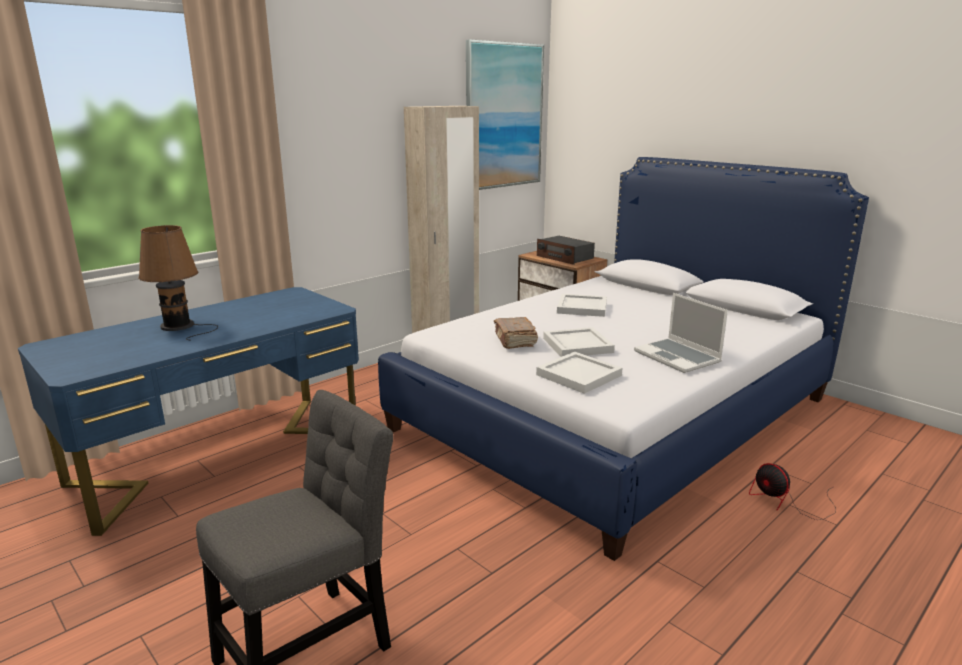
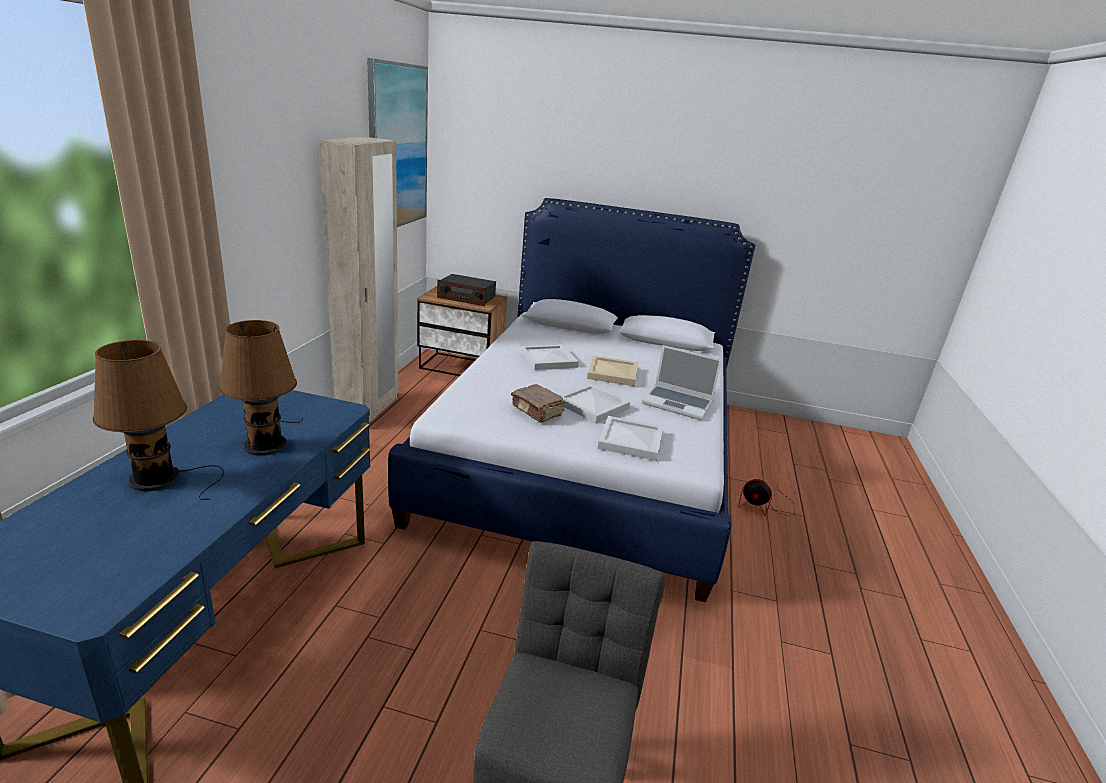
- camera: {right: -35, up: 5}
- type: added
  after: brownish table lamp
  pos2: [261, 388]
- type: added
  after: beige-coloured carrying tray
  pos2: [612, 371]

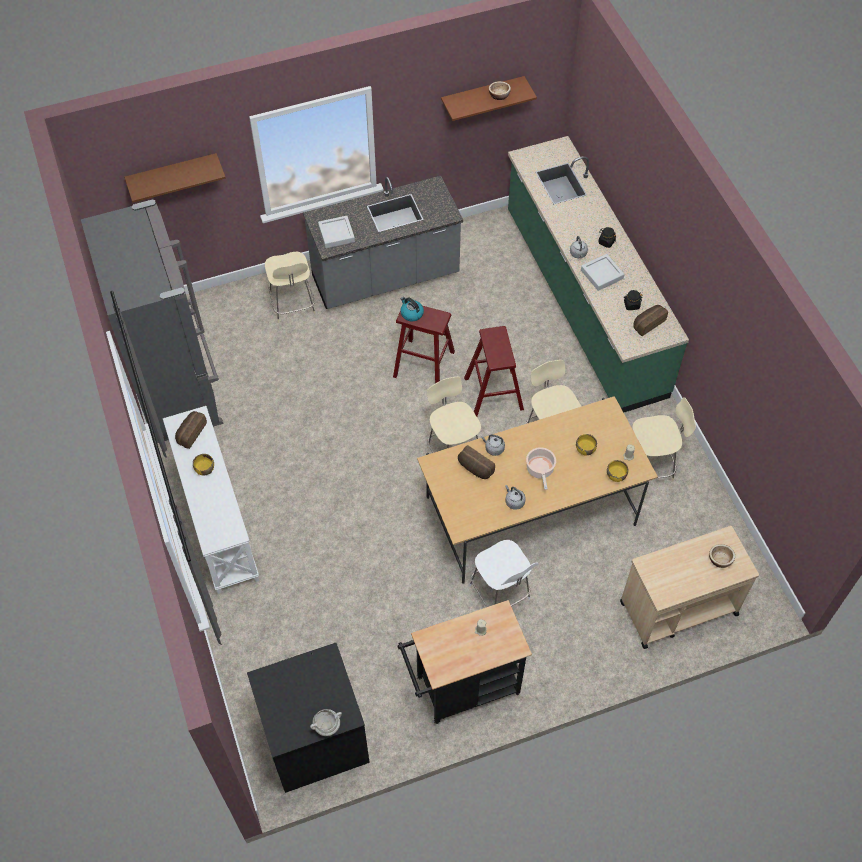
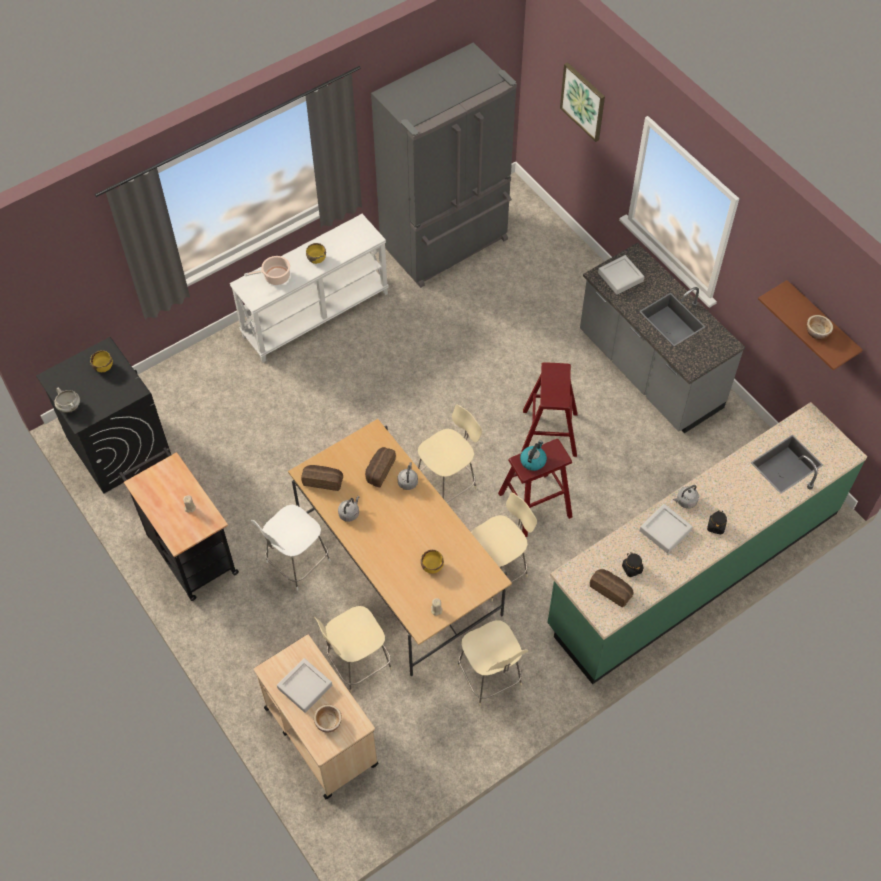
- camera: {right: 75, up: 0}
- type: replaced
  before: brownish shelf
  after: wall art
  pos1: [175, 178]
  pos2: [582, 102]
- type: moved
  before: bread
  pos1: [191, 430]
  pos2: [322, 478]
- type: moved
  before: beige-coloured plain chair
  pos1: [290, 287]
  pos2: [353, 649]
- type: moved
  before: kettle
  pos1: [412, 309]
  pos2: [533, 456]
- type: moved
  before: saucepot
  pos1: [541, 468]
  pos2: [267, 270]
- type: moved
  before: yellowish bowl
  pos1: [617, 471]
  pos2: [101, 361]
- type: added
  after: greyish carrying tray
  pos2: [304, 685]

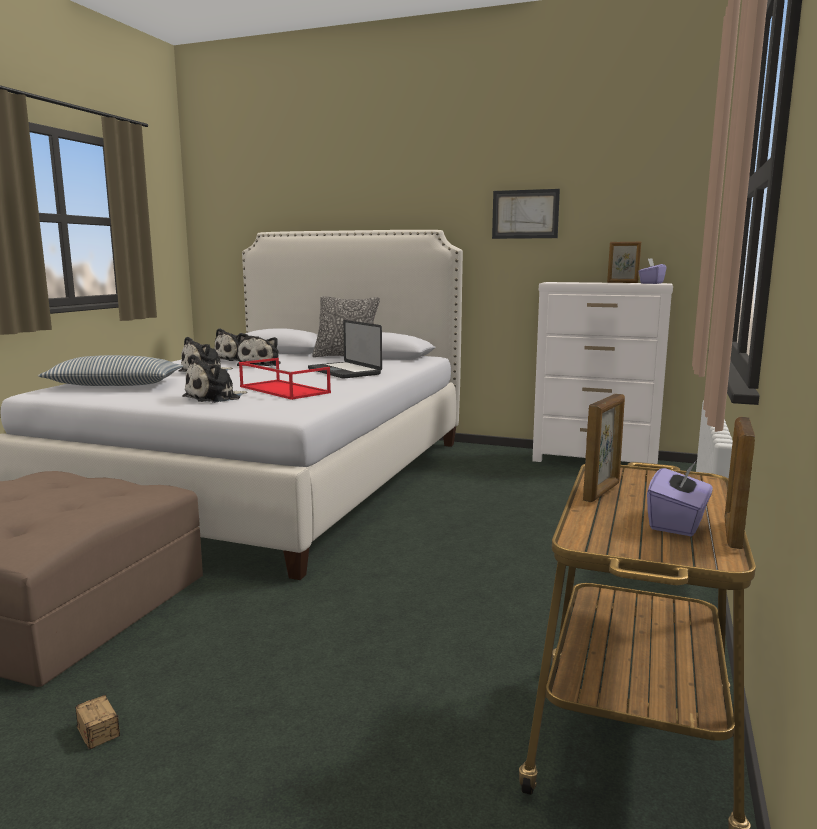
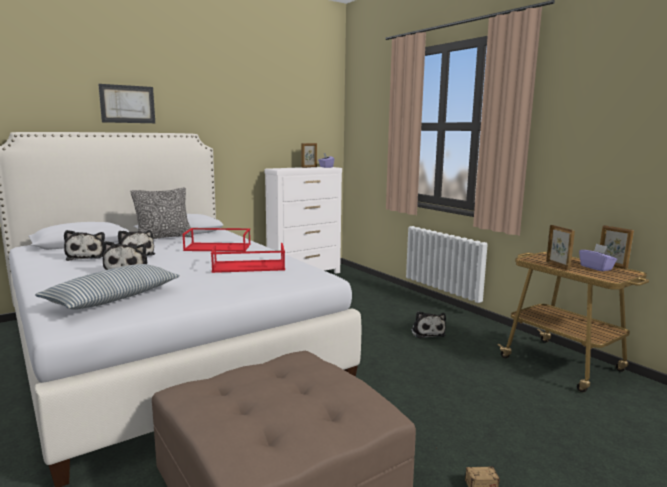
- camera: {right: -55, up: 0}
- type: moved
  before: cuddly toy
  pos1: [215, 378]
  pos2: [428, 324]
- type: replaced
  before: portable computer
  after: red-coloured carrying tray
  pos1: [345, 349]
  pos2: [217, 240]
- type: moved
  before: wall art
  pos1: [526, 214]
  pos2: [126, 103]

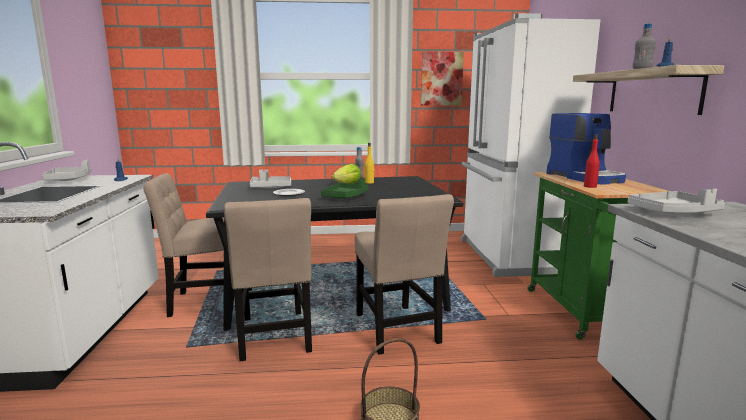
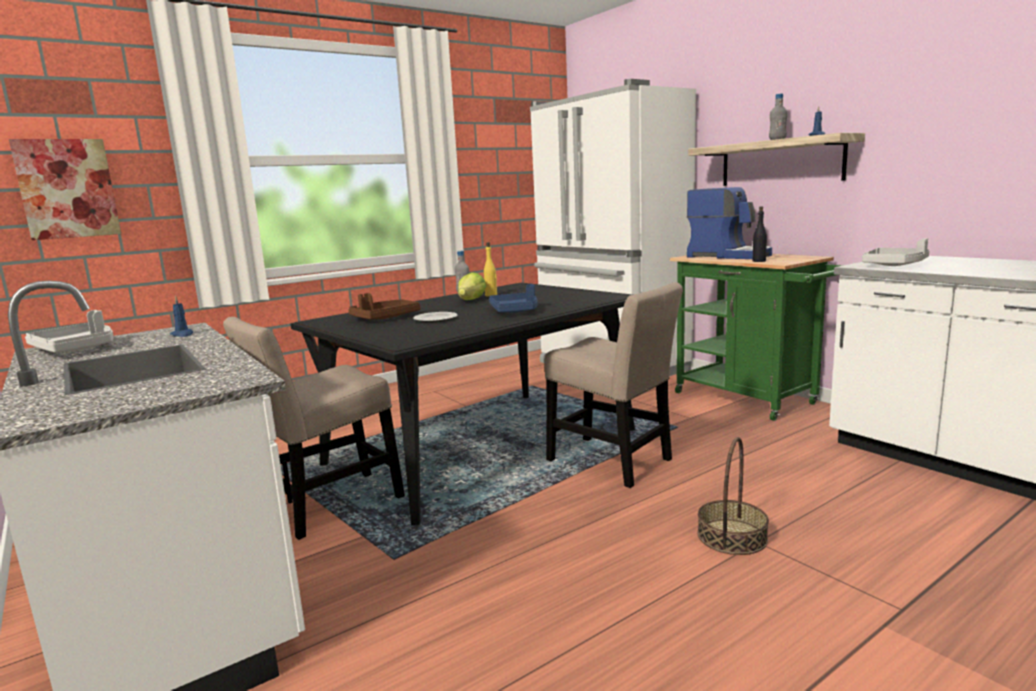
- camera: {right: -30, up: 0}
- type: removed
  before: beige-coloured plain chair
  pos1: [268, 279]
- type: recoloured
  before: greyish carrying tray
  after: brownish carrying tray
  pos1: [270, 178]
  pos2: [384, 306]
- type: recoloured
  before: greenish carrying tray
  after: blue-coloured carrying tray
  pos1: [344, 188]
  pos2: [513, 298]
- type: moved
  before: wall art
  pos1: [442, 78]
  pos2: [65, 189]
- type: recoloured
  before: red-coloured beverage bottle
  after: black beverage bottle
  pos1: [592, 161]
  pos2: [760, 234]

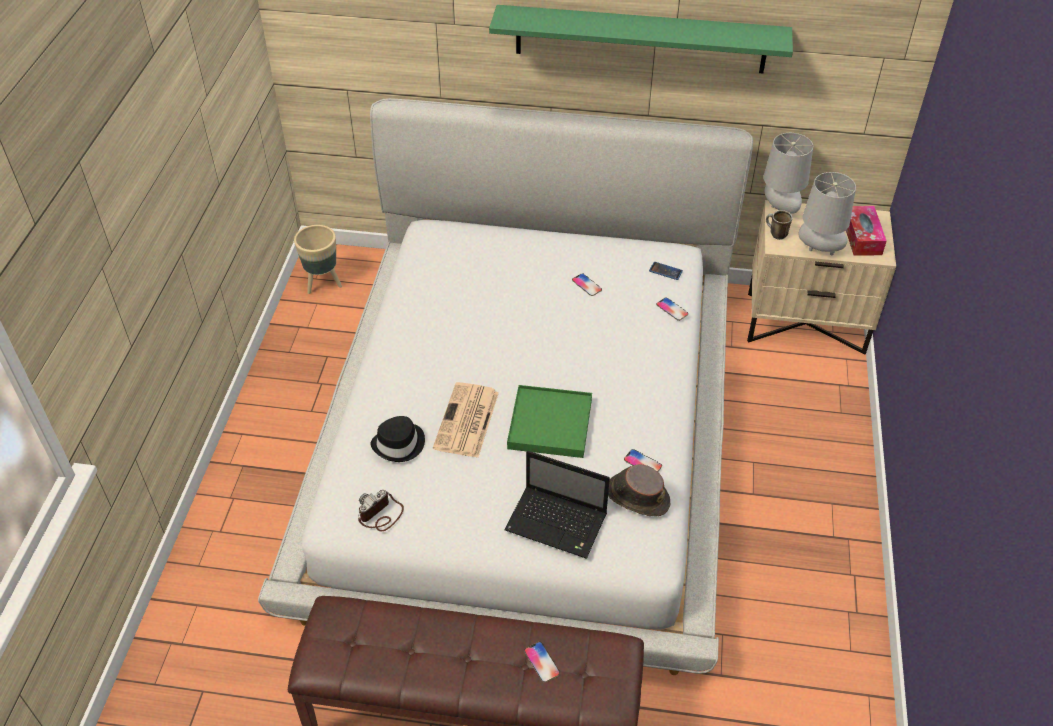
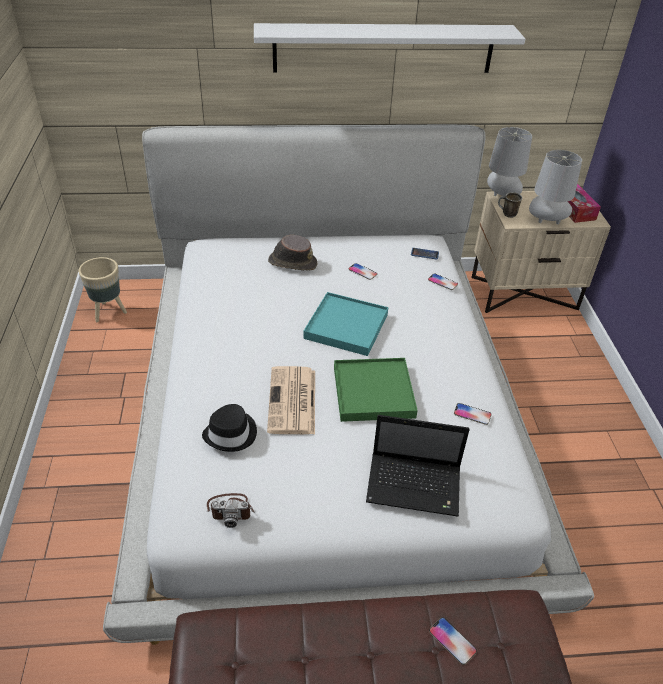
- camera: {right: -15, up: -5}
- type: turned
  before: photo camera
  pos1: [381, 511]
  pos2: [230, 510]
  turn: -120
- type: recoloured
  before: greenish shelf
  after: white-coloured shelf
  pos1: [641, 39]
  pos2: [389, 48]
- type: moved
  before: brownish clothing hat
  pos1: [639, 490]
  pos2: [293, 253]
- type: added
  after: blue-green carrying tray
  pos2: [345, 324]

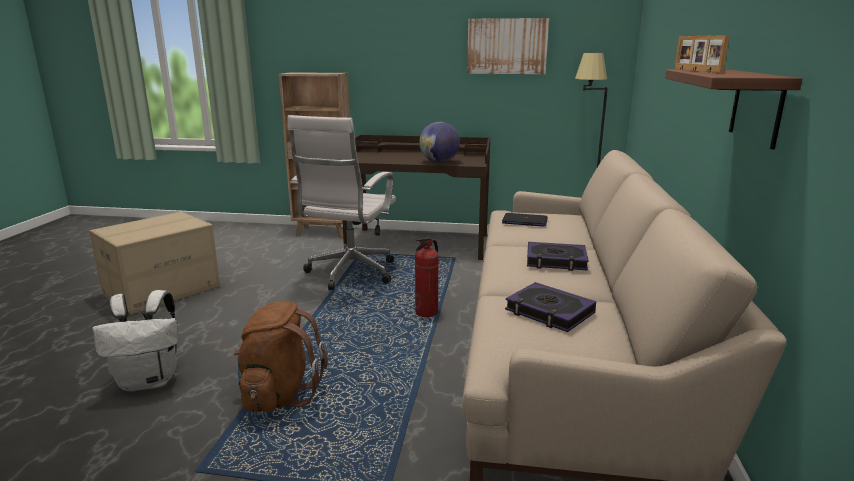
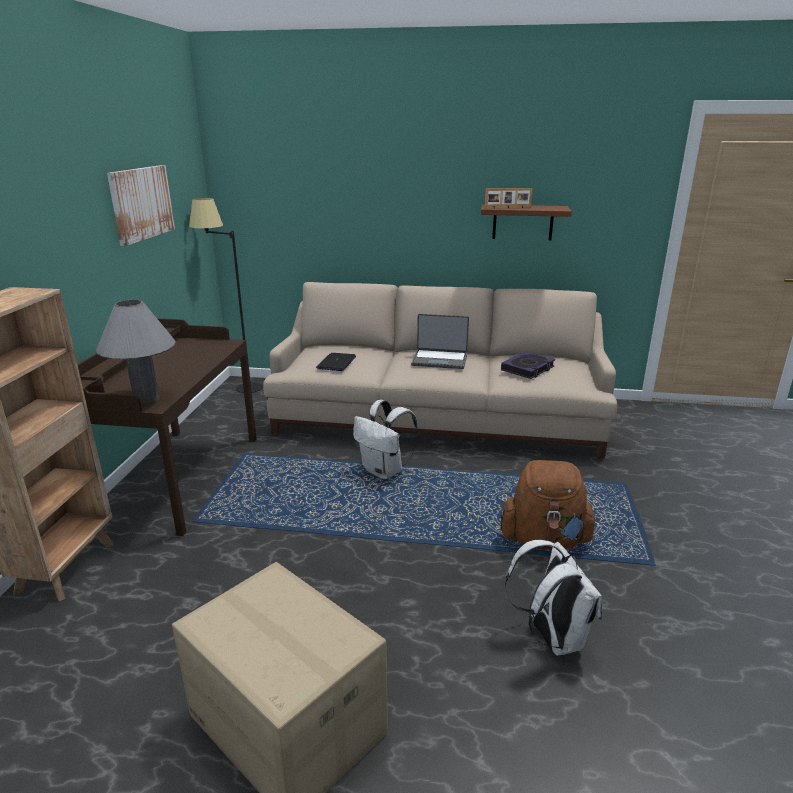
- camera: {right: -90, up: 5}
- type: removed
  before: white-coloured office chair
  pos1: [341, 202]
- type: replaced
  before: extinguisher
  after: white-coloured backpack
  pos1: [427, 277]
  pos2: [386, 439]
- type: removed
  before: globe
  pos1: [439, 142]
- type: replaced
  before: book
  after: portable computer
  pos1: [558, 256]
  pos2: [440, 341]
- type: added
  after: greyish table lamp
  pos2: [136, 352]

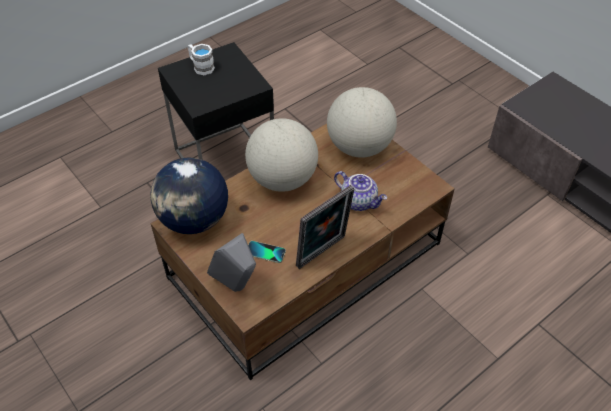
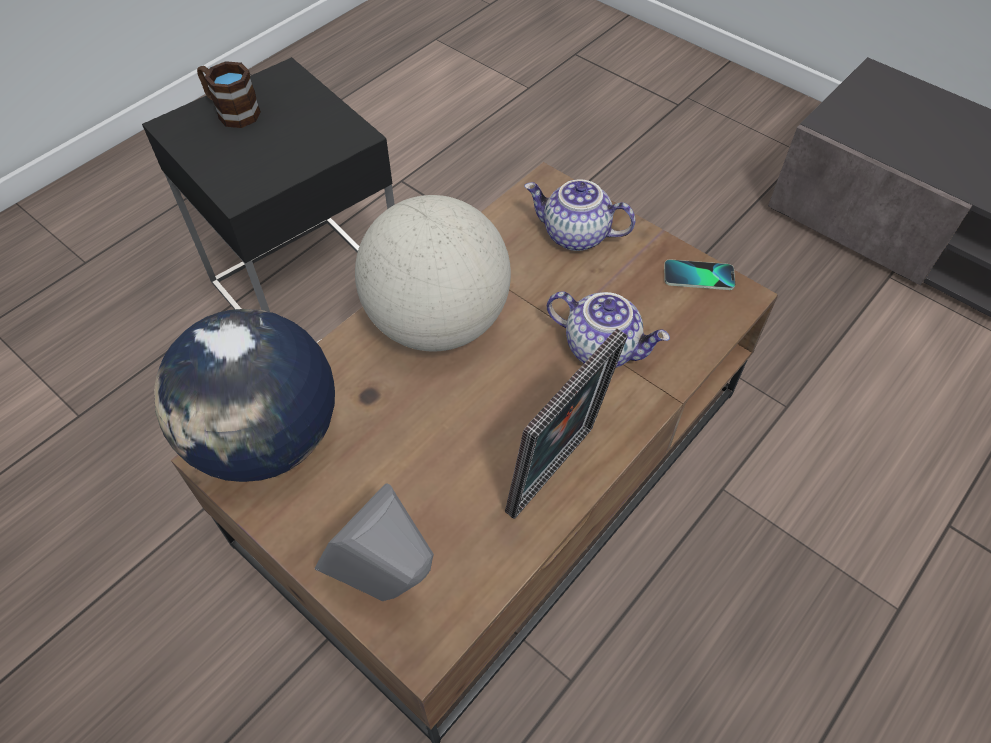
- camera: {right: -10, up: 5}
- type: recoloured
  before: white-coloured tea mug
  after: brownish tea mug
  pos1: [201, 59]
  pos2: [229, 94]
- type: moved
  before: phone
  pos1: [267, 252]
  pos2: [699, 274]
- type: replaced
  before: globe
  after: tea pot
  pos1: [362, 122]
  pos2: [580, 215]

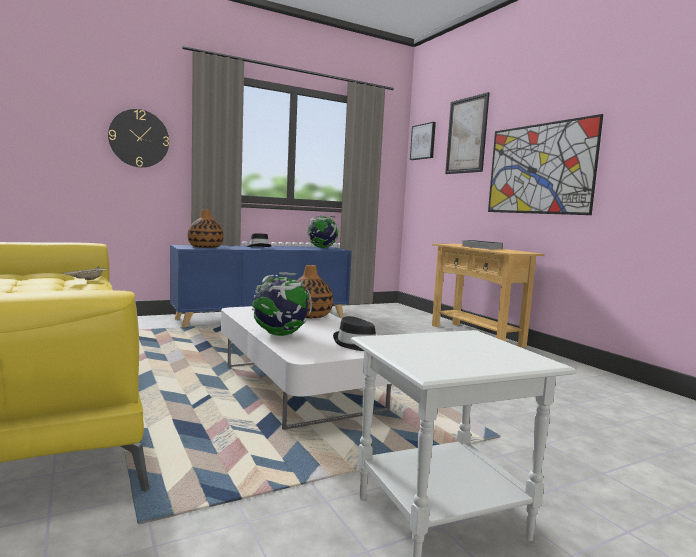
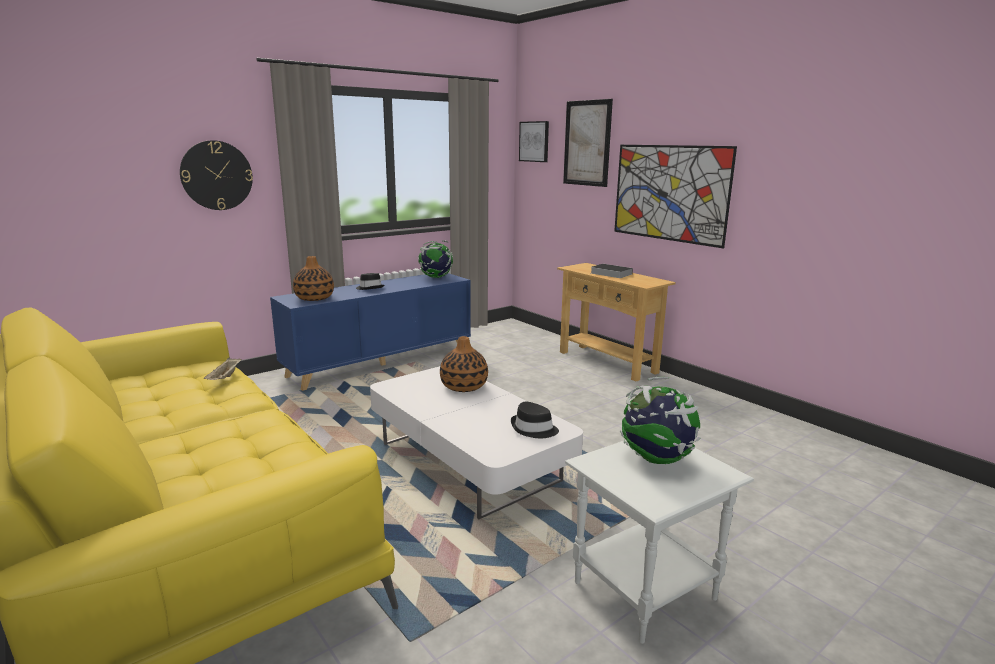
- camera: {right: -10, up: 10}
- type: moved
  before: globe
  pos1: [282, 304]
  pos2: [660, 420]

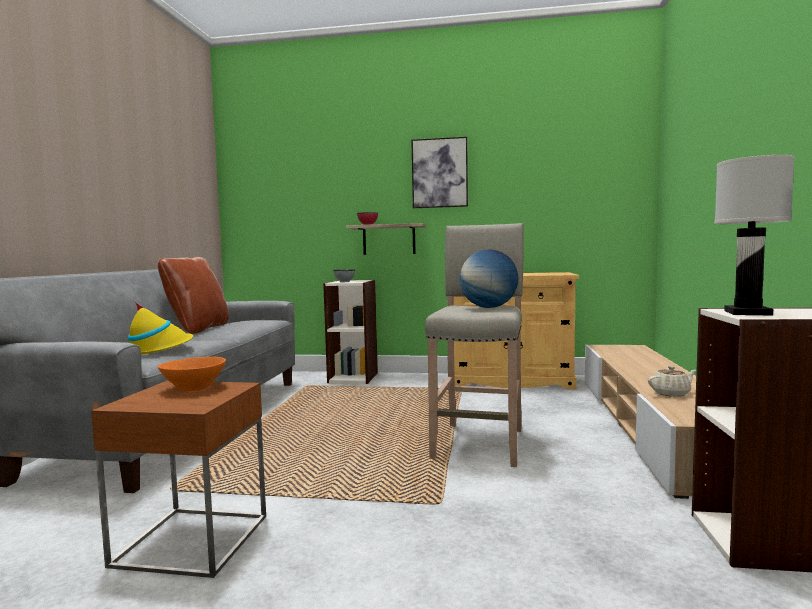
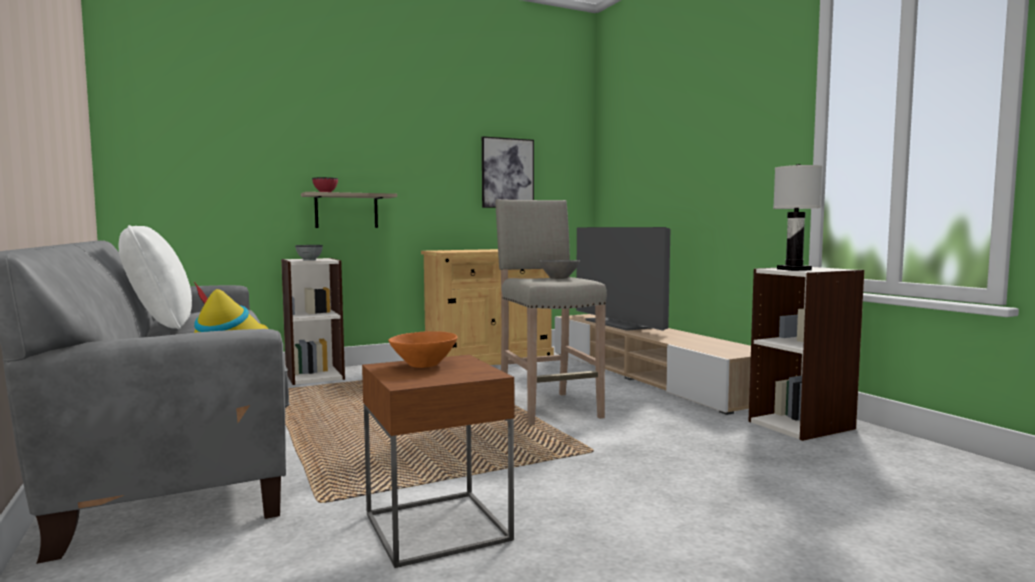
- camera: {right: -35, up: 0}
- type: recoloured
  before: brownish cushion
  after: white-coloured cushion
  pos1: [193, 295]
  pos2: [155, 277]
- type: moved
  before: wall art
  pos1: [439, 172]
  pos2: [508, 172]
- type: replaced
  before: globe
  after: greyish bowl
  pos1: [489, 278]
  pos2: [559, 269]
- type: removed
  before: beige-coloured tea pot
  pos1: [672, 381]
- type: added
  after: TV set
  pos2: [623, 279]

